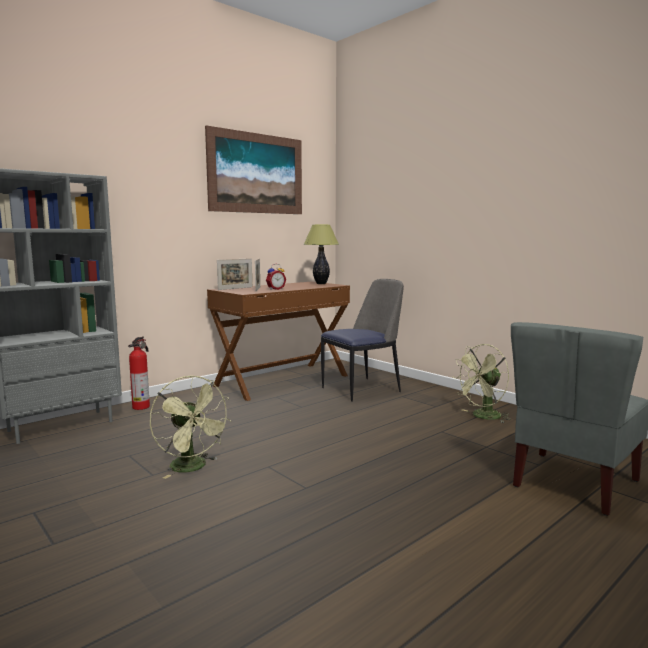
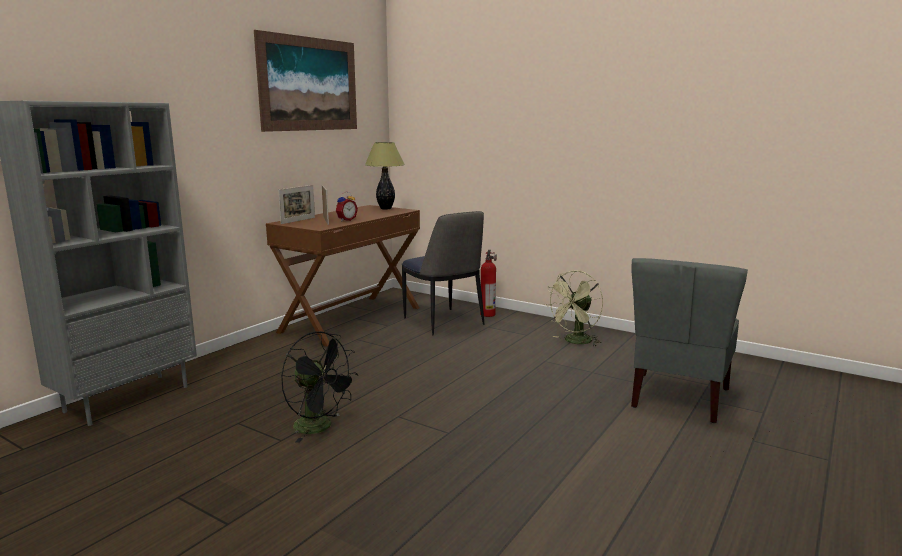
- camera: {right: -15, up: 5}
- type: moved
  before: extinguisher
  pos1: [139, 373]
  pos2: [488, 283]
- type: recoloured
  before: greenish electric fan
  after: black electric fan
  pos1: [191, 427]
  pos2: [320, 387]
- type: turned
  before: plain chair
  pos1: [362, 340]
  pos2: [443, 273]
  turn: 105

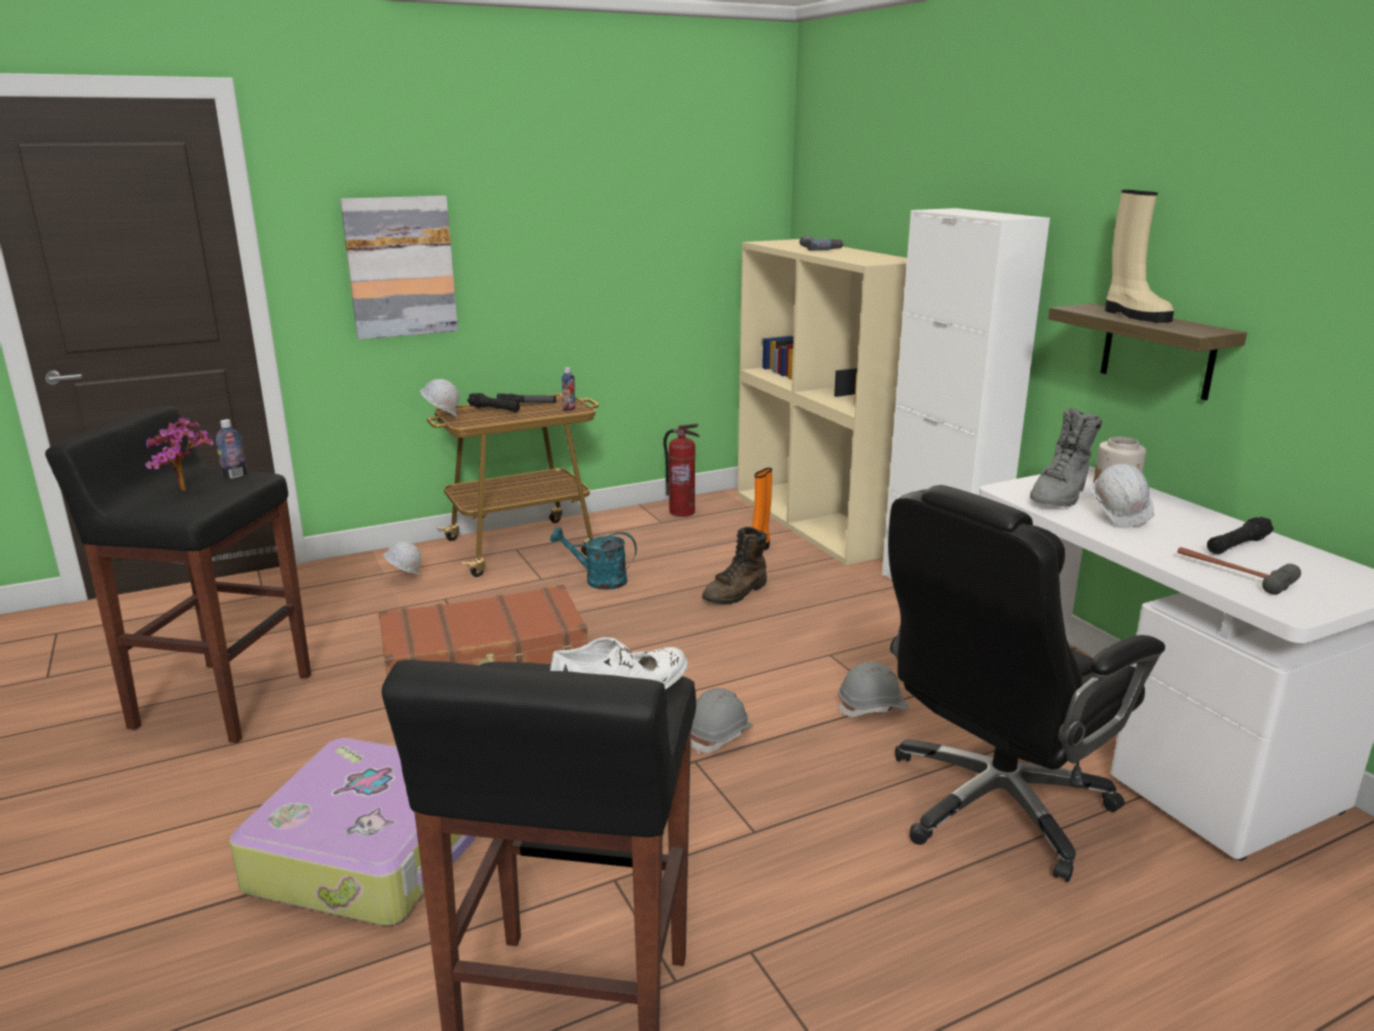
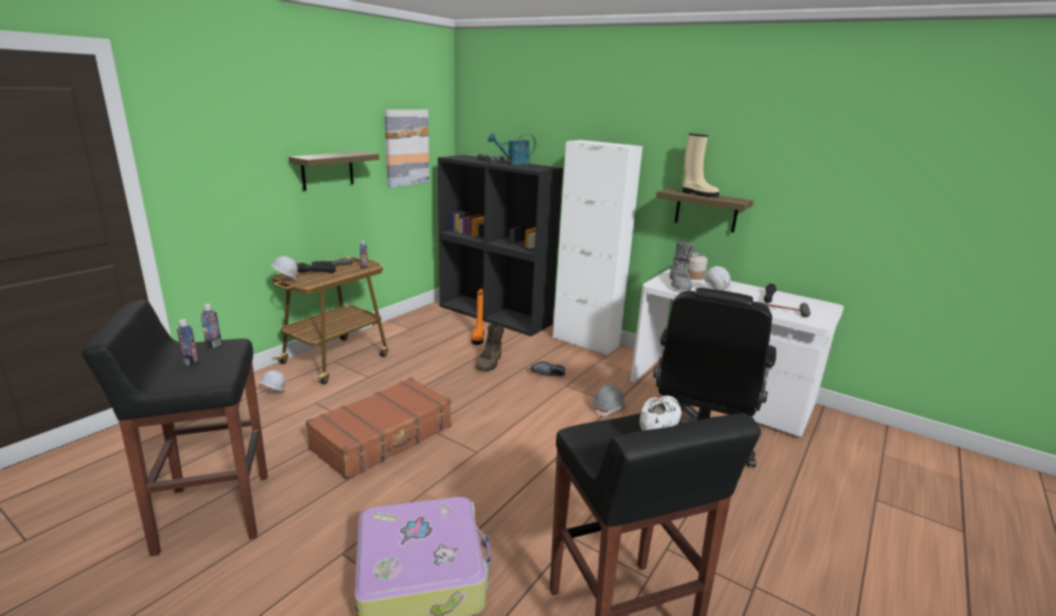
- camera: {right: -30, up: 0}
- type: replaced
  before: houseplant
  after: beverage bottle
  pos1: [179, 454]
  pos2: [188, 342]
- type: moved
  before: wall art
  pos1: [399, 268]
  pos2: [407, 148]
- type: moved
  before: blue-green sprinkling can
  pos1: [593, 558]
  pos2: [512, 149]
- type: removed
  before: extinguisher
  pos1: [681, 470]
- type: removed
  before: greyish safety helmet
  pos1: [722, 721]
- type: recoloured
  before: beige-coloured bookcase
  after: black bookcase
  pos1: [822, 402]
  pos2: [500, 245]
- type: added
  after: shelf
  pos2: [334, 170]
- type: added
  after: black item of footwear
  pos2: [548, 368]

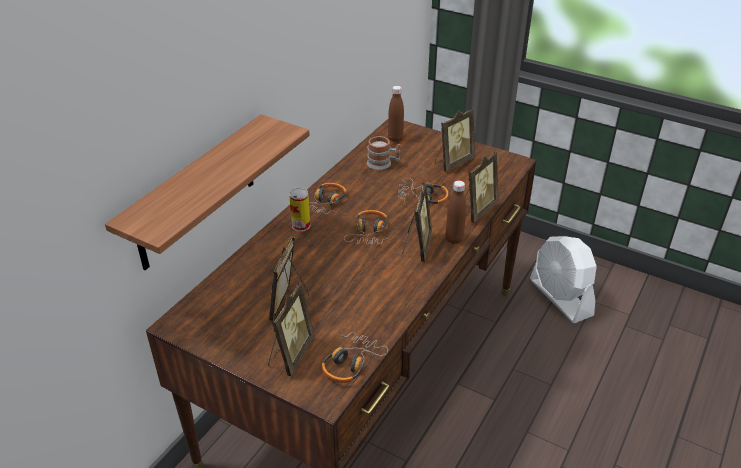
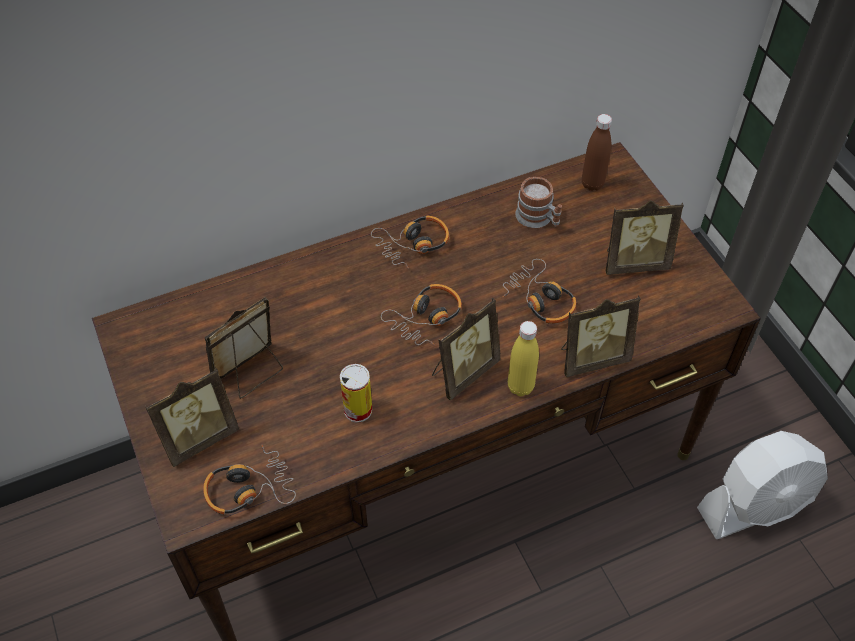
- camera: {right: 35, up: 15}
- type: removed
  before: shelf
  pos1: [207, 192]
- type: moved
  before: metal can
  pos1: [299, 210]
  pos2: [356, 393]
- type: recoloured
  before: brownish beverage bottle
  after: yellowish beverage bottle
  pos1: [455, 212]
  pos2: [523, 358]
- type: turned
  before: white-coloured electric fan
  pos1: [563, 279]
  pos2: [762, 485]
  turn: -120

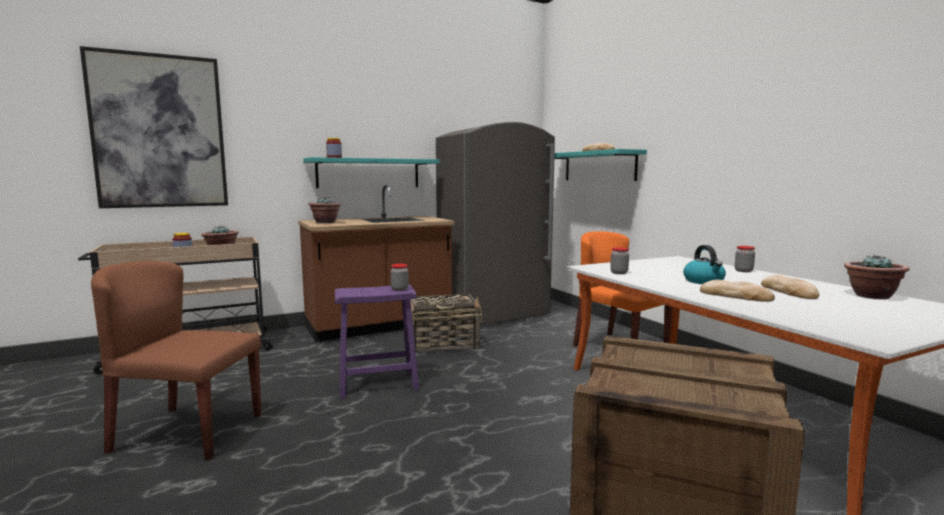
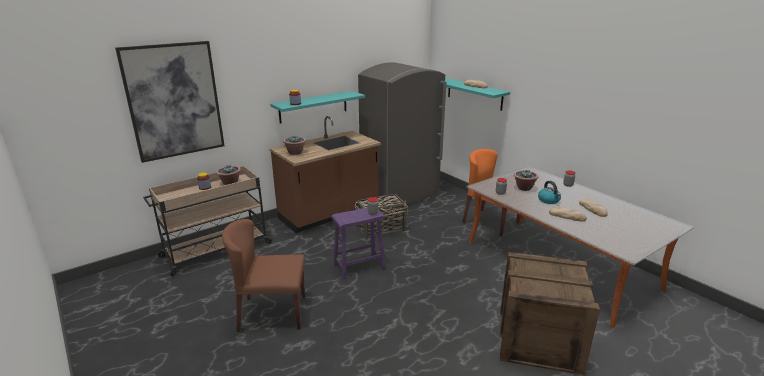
- camera: {right: -10, up: 15}
- type: moved
  before: houseplant
  pos1: [876, 277]
  pos2: [526, 180]

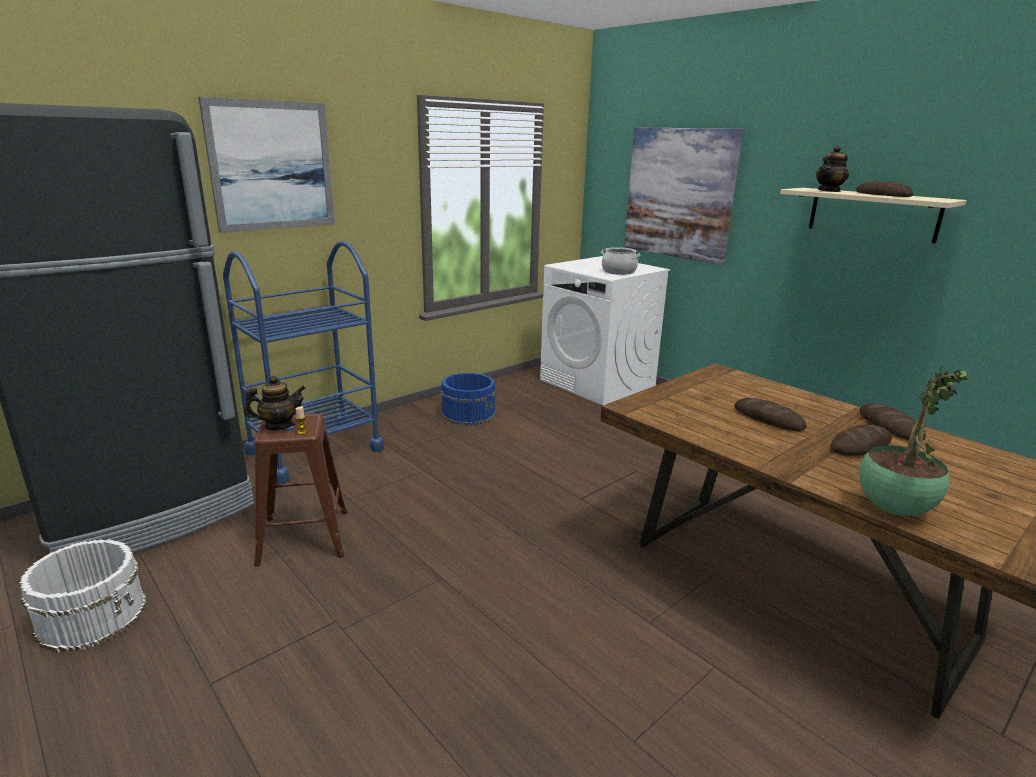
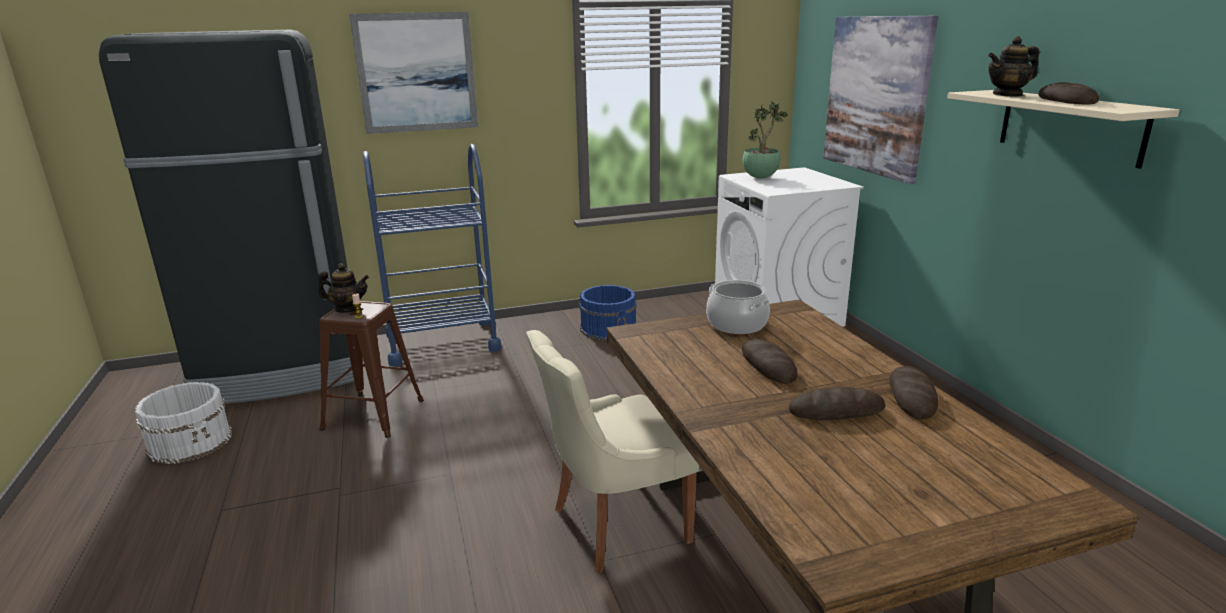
- camera: {right: 25, up: 0}
- type: moved
  before: saucepot
  pos1: [621, 261]
  pos2: [738, 307]
- type: moved
  before: houseplant
  pos1: [913, 441]
  pos2: [765, 140]
- type: added
  after: beige-coloured plain chair
  pos2: [613, 451]

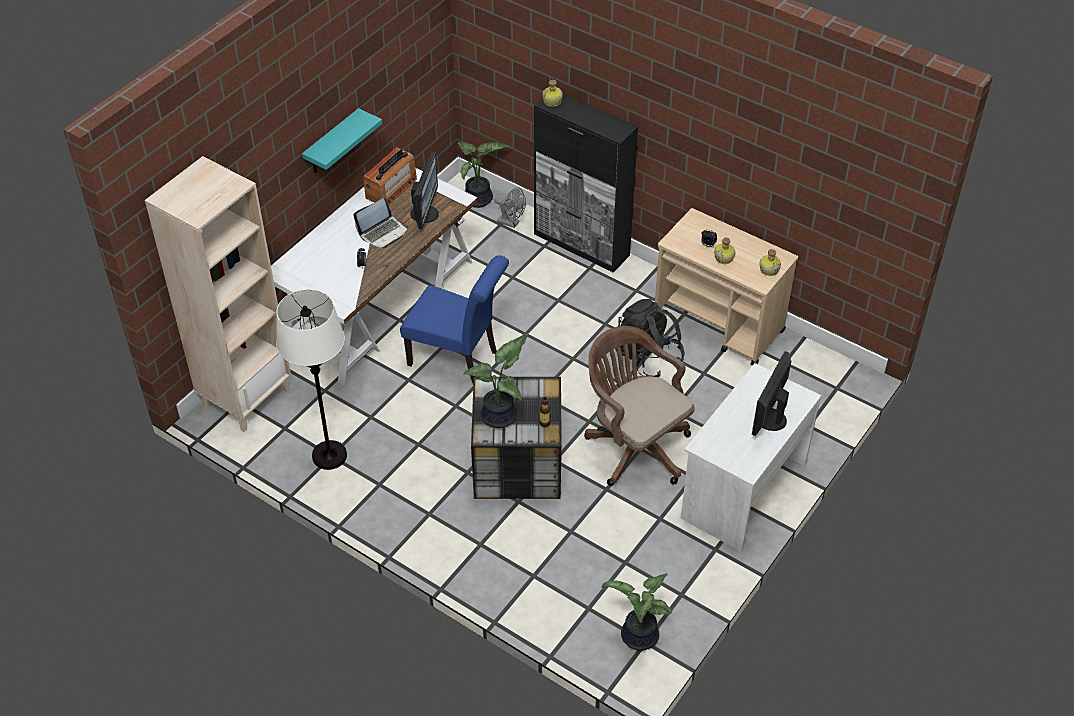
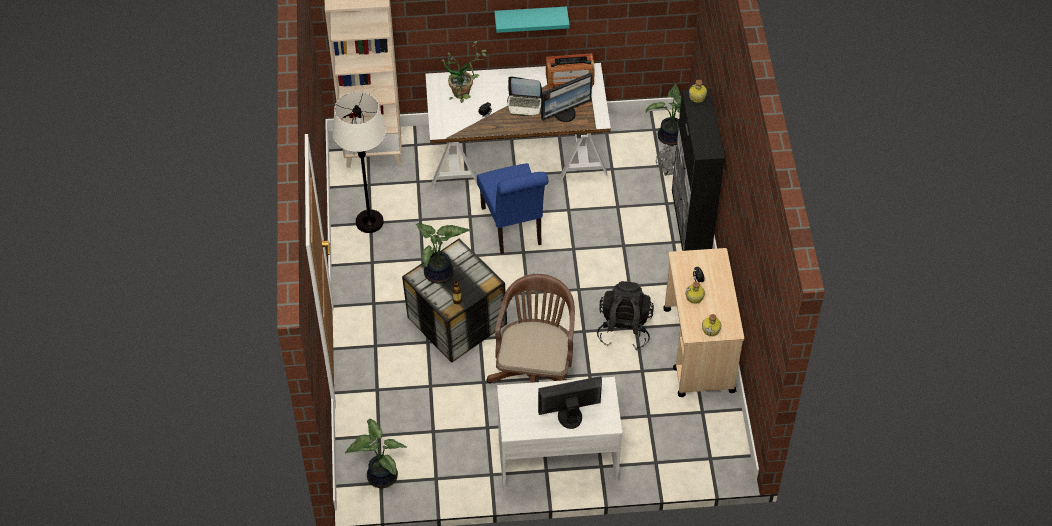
- camera: {right: 50, up: 5}
- type: added
  after: houseplant
  pos2: [464, 72]

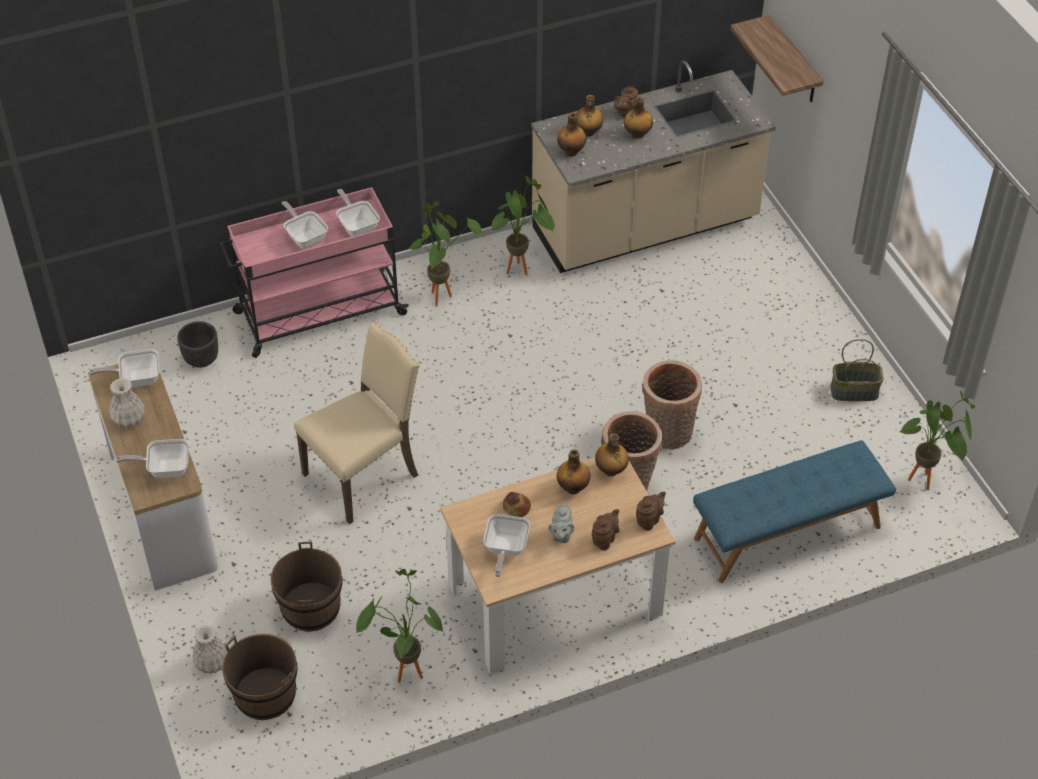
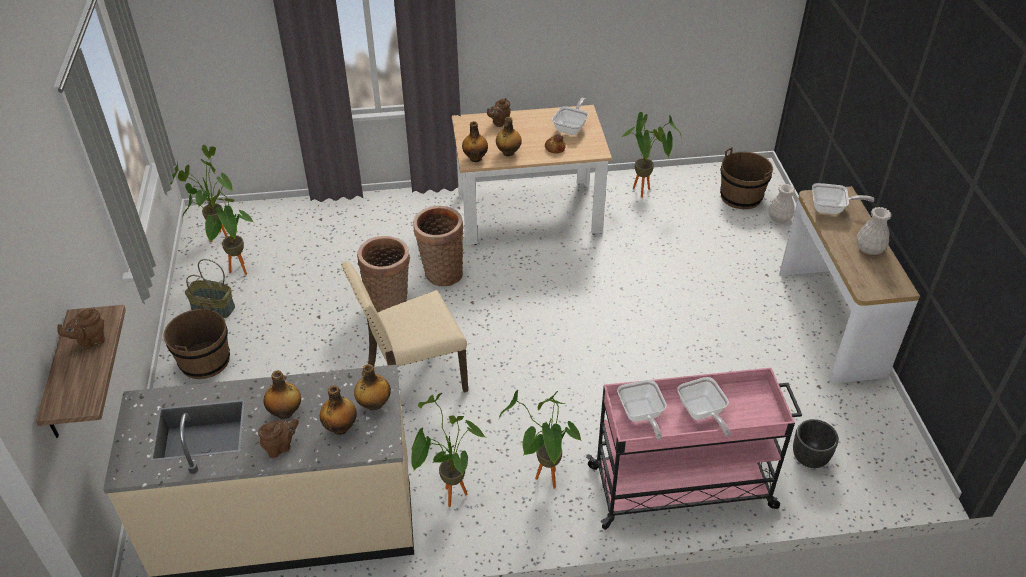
- camera: {right: -165, up: -5}
- type: removed
  before: frying pan
  pos1: [124, 368]
- type: moved
  before: brownish water bucket
  pos1: [306, 586]
  pos2: [196, 340]
- type: moved
  before: beige-coloured plain chair
  pos1: [357, 423]
  pos2: [404, 327]
- type: removed
  before: greyish tea pot
  pos1: [561, 523]
- type: moved
  before: brownish tea pot
  pos1: [651, 511]
  pos2: [81, 329]
- type: removed
  before: blue-coloured long seat
  pos1: [794, 511]
- type: added
  after: houseplant
  pos2: [217, 230]

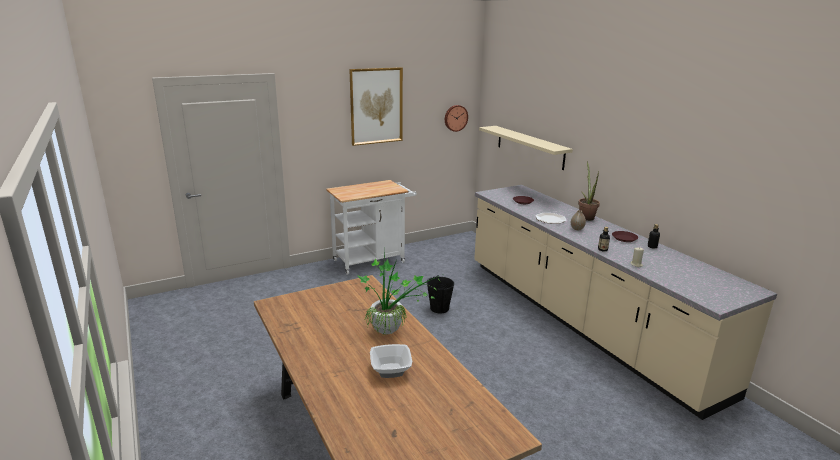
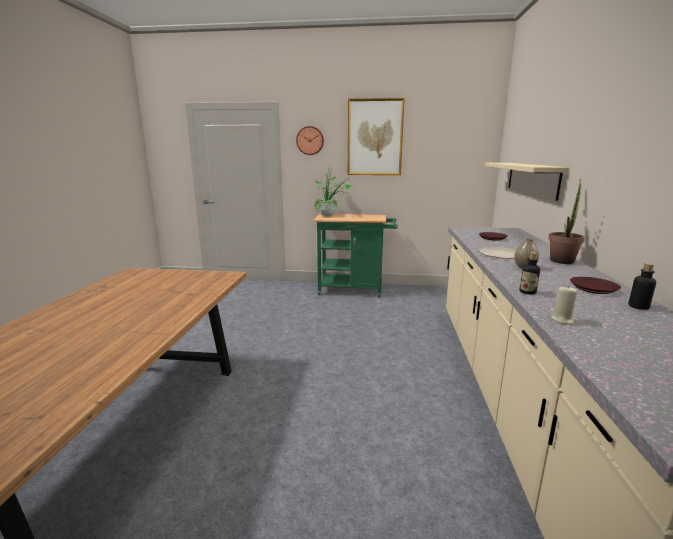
- camera: {right: 35, up: -5}
- type: recoloured
  before: white-coloured trolley
  after: greenish trolley
  pos1: [371, 227]
  pos2: [355, 256]
- type: moved
  before: houseplant
  pos1: [400, 292]
  pos2: [333, 190]
- type: removed
  before: bowl
  pos1: [391, 361]
- type: removed
  before: black water bucket
  pos1: [440, 294]
- type: moved
  before: hanging clock
  pos1: [456, 118]
  pos2: [310, 140]

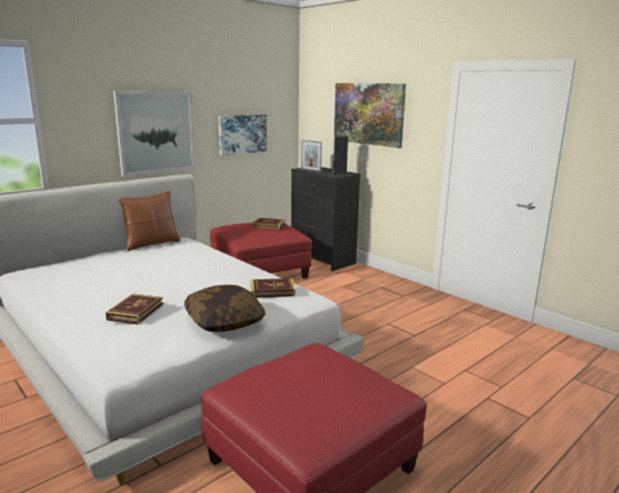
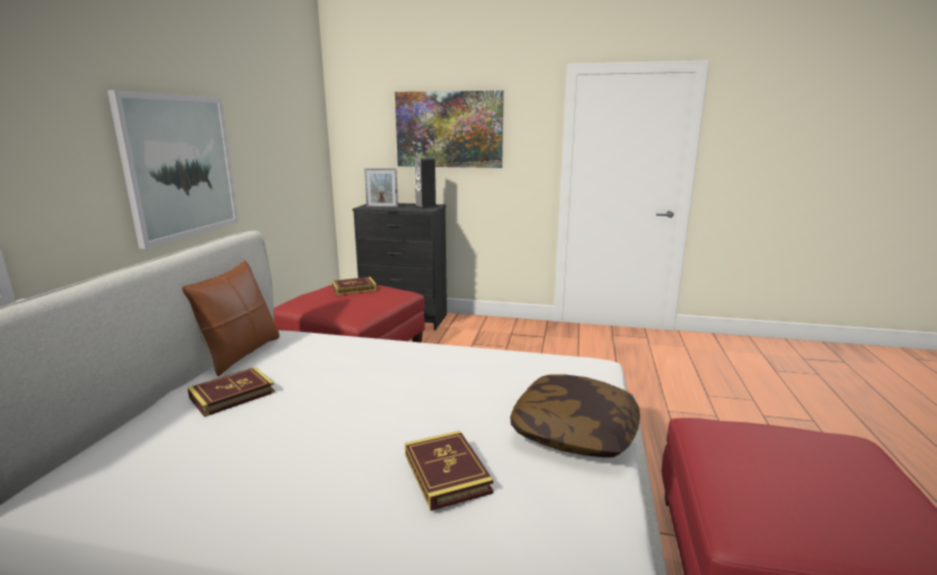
- camera: {right: -35, up: 0}
- type: removed
  before: wall art
  pos1: [242, 135]
- type: moved
  before: book
  pos1: [273, 288]
  pos2: [231, 392]

